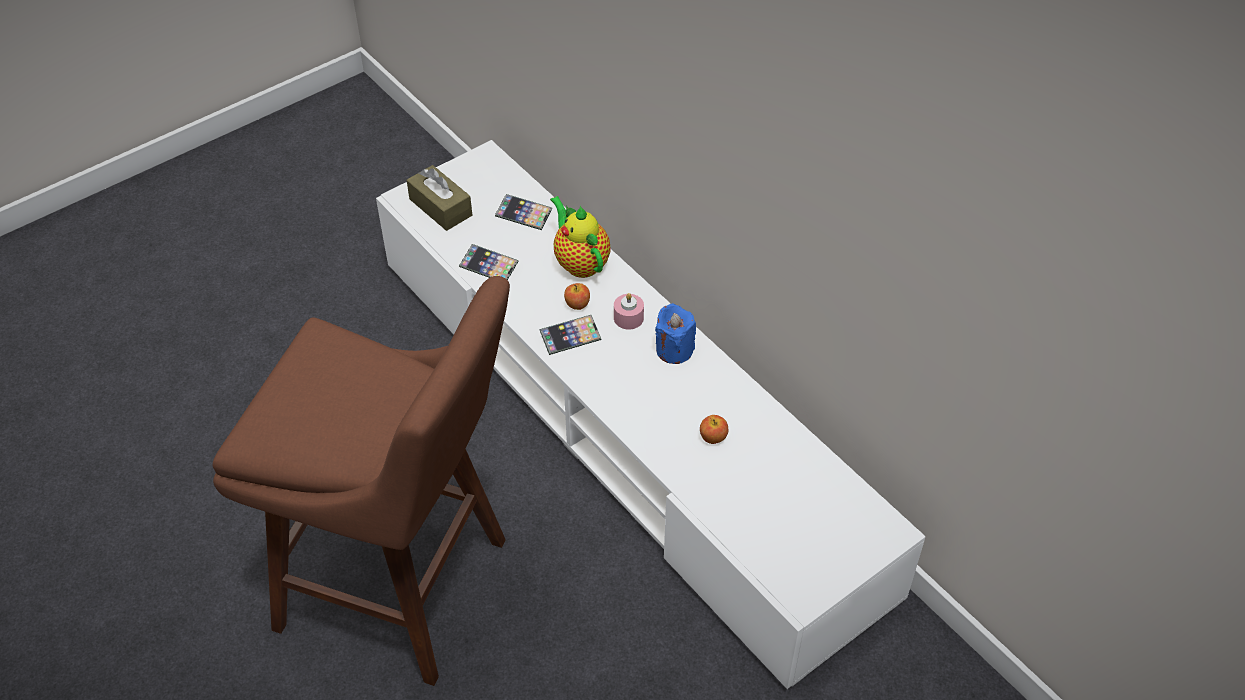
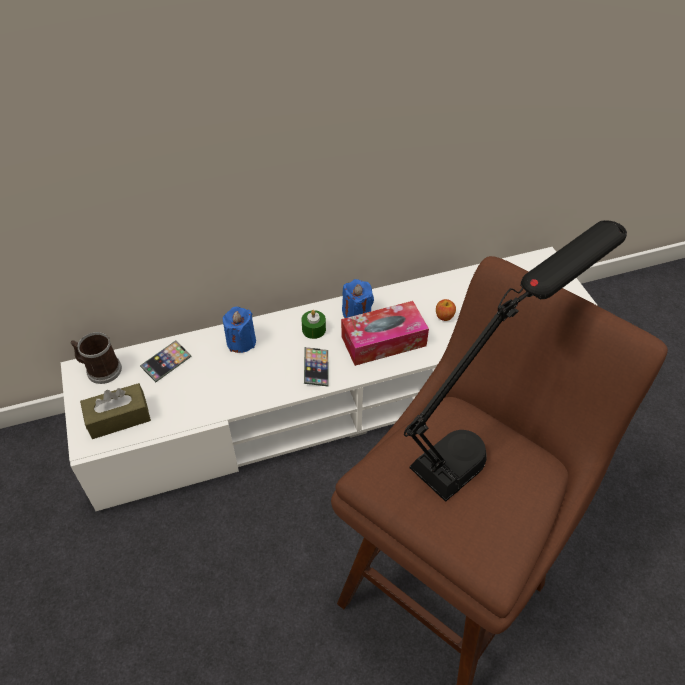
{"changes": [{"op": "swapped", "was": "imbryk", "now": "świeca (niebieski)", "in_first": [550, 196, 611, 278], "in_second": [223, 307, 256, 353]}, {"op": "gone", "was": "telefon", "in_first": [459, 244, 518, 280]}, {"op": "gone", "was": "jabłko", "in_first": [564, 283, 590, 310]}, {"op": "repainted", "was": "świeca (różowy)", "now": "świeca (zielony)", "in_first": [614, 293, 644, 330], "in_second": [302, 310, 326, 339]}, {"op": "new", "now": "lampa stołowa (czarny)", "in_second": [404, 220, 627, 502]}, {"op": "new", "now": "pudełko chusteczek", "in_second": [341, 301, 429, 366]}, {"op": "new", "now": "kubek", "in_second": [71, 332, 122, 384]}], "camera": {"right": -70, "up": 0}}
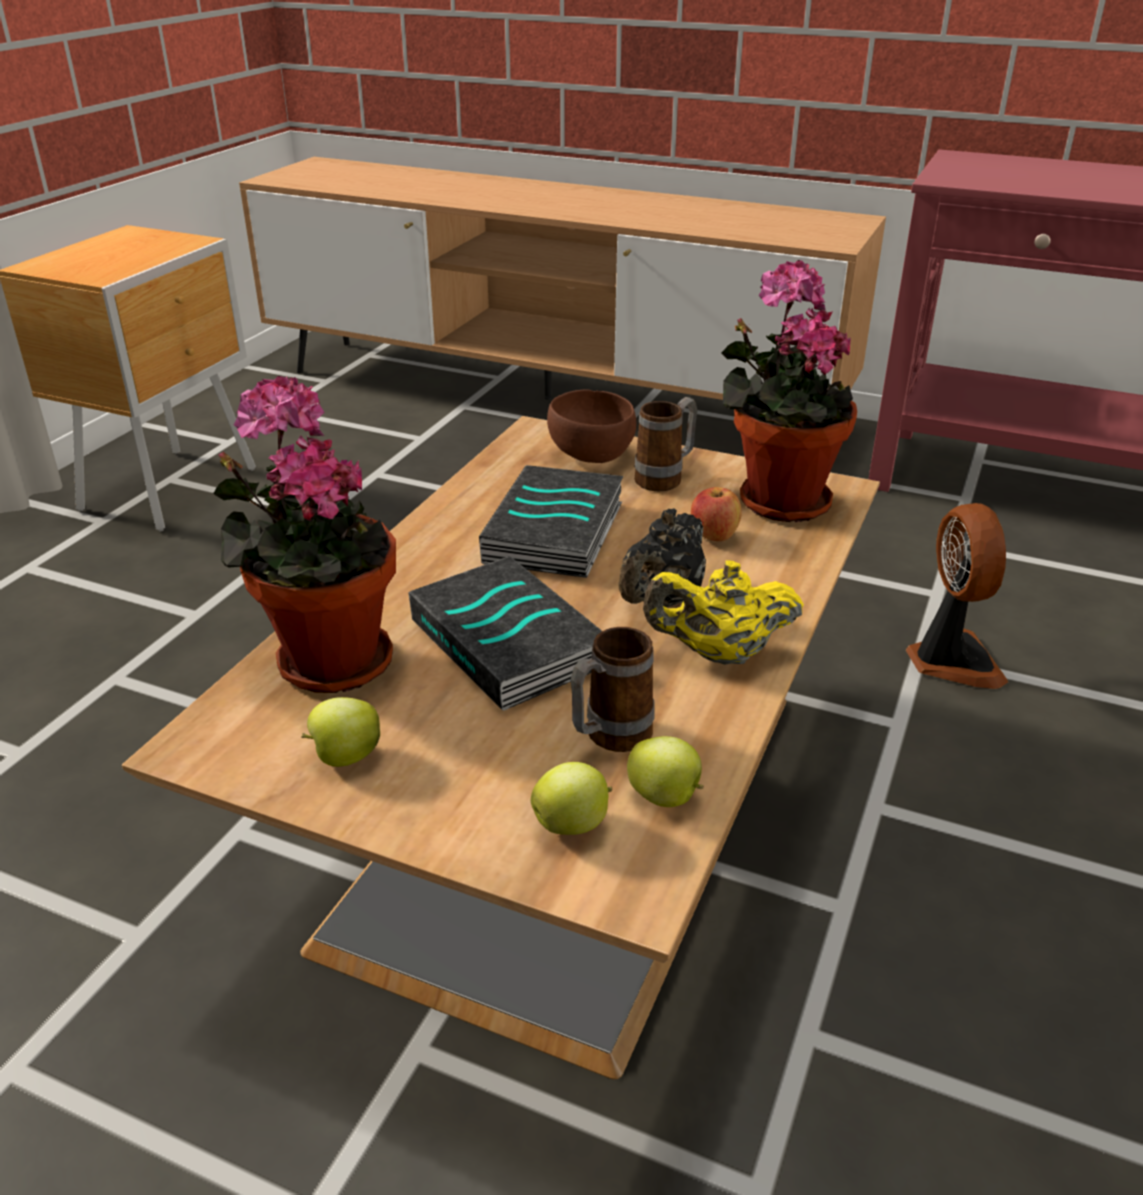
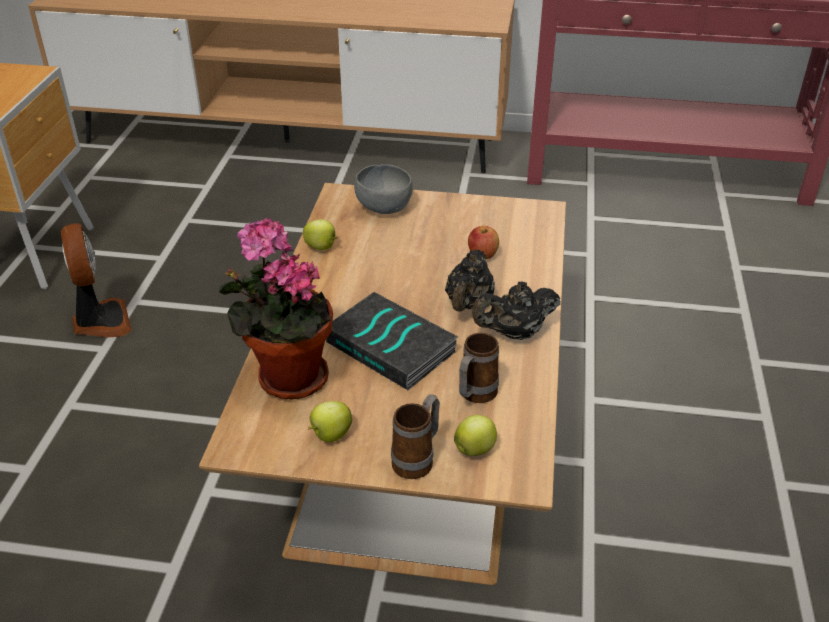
{"changes": [{"op": "gone", "was": "roślina doniczkowa", "in_first": [722, 260, 857, 522]}, {"op": "repainted", "was": "miska (brązowy)", "now": "miska (szary)", "in_first": [547, 389, 636, 463], "in_second": [354, 164, 413, 214]}, {"op": "shifted", "was": "kubek", "in_first": [634, 397, 698, 491], "in_second": [391, 394, 440, 479]}, {"op": "gone", "was": "książka", "in_first": [479, 465, 623, 578]}, {"op": "shifted", "was": "wentylator", "in_first": [906, 503, 1008, 689], "in_second": [61, 223, 132, 337]}, {"op": "repainted", "was": "imbryk (żółty)", "now": "imbryk (czarny)", "in_first": [643, 561, 804, 665], "in_second": [472, 281, 561, 340]}, {"op": "shifted", "was": "jabłko", "in_first": [627, 736, 704, 807], "in_second": [303, 219, 337, 250]}], "camera": {"right": -15, "up": 5}}
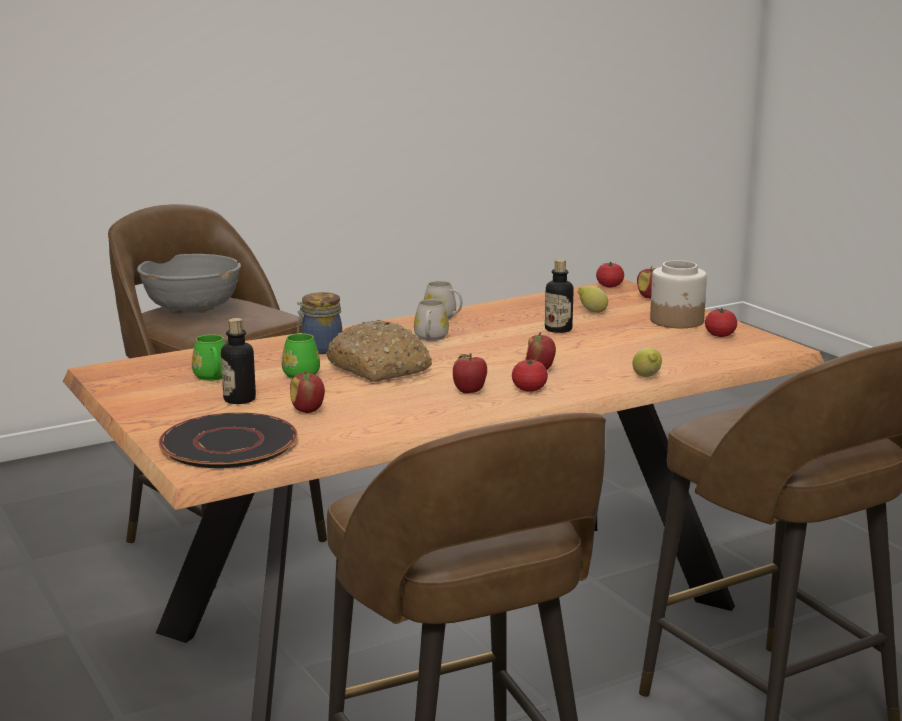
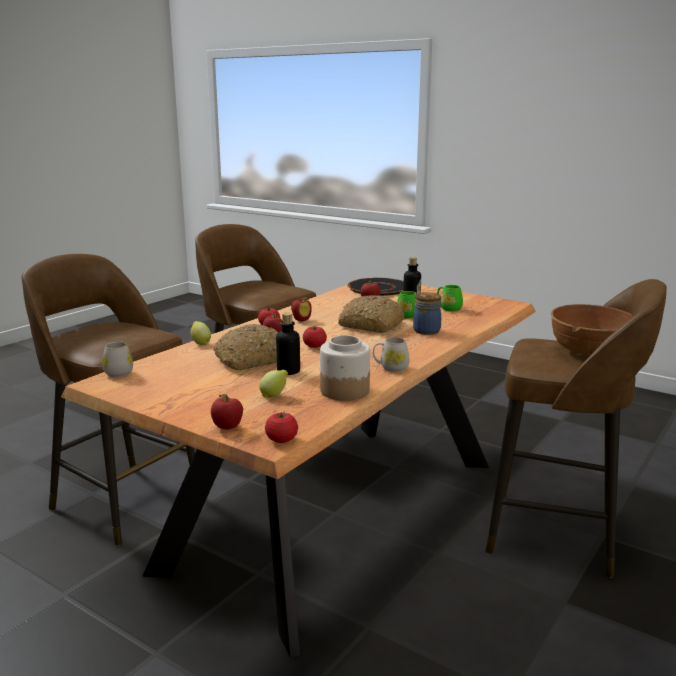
{"changes": [{"op": "repainted", "was": "miska (szary)", "now": "miska (brązowy)", "in_first": [137, 254, 241, 314], "in_second": [551, 304, 632, 355]}, {"op": "shifted", "was": "słoik", "in_first": [650, 260, 707, 328], "in_second": [320, 335, 370, 401]}, {"op": "shifted", "was": "kubek (biały)", "in_first": [414, 299, 449, 341], "in_second": [102, 342, 133, 378]}, {"op": "shifted", "was": "pomidor", "in_first": [705, 308, 737, 337], "in_second": [303, 326, 327, 348]}, {"op": "new", "now": "chleb", "in_second": [214, 324, 278, 370]}], "camera": {"right": 155, "up": 0}}
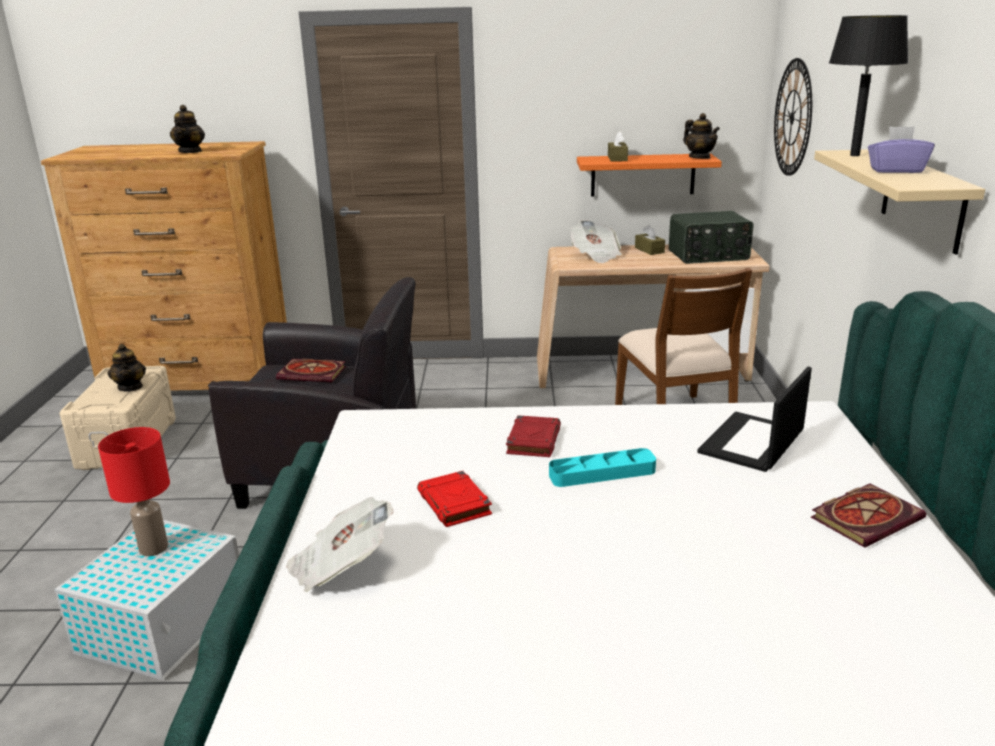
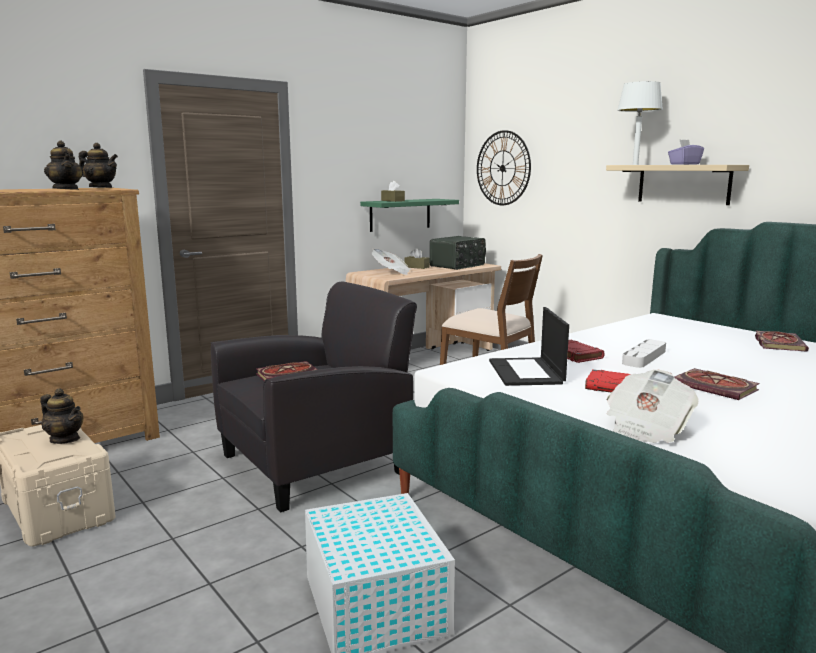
{"changes": [{"op": "repainted", "was": "lampa stołowa (czarny)", "now": "lampa stołowa (biały)", "in_first": [829, 15, 909, 156], "in_second": [617, 81, 663, 165]}, {"op": "shifted", "was": "imbryk", "in_first": [683, 113, 720, 159], "in_second": [79, 143, 118, 188]}, {"op": "repainted", "was": "półka (pomarańczowy)", "now": "półka (zielony)", "in_first": [577, 153, 722, 197], "in_second": [360, 199, 459, 232]}, {"op": "shifted", "was": "laptop", "in_first": [697, 367, 812, 472], "in_second": [489, 307, 569, 386]}, {"op": "gone", "was": "lampa stołowa (czerwony)", "in_first": [98, 427, 170, 556]}, {"op": "repainted", "was": "taca (turkusowy)", "now": "taca (szary)", "in_first": [549, 448, 656, 487], "in_second": [622, 339, 666, 368]}, {"op": "new", "now": "książka", "in_second": [675, 368, 760, 400]}], "camera": {"right": -40, "up": -10}}
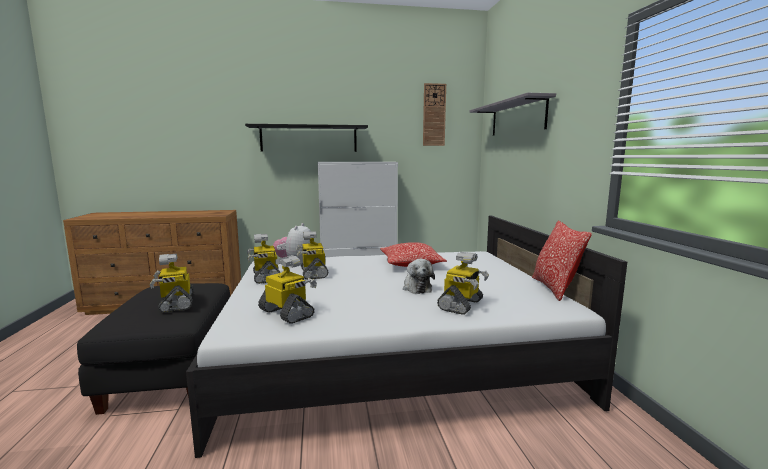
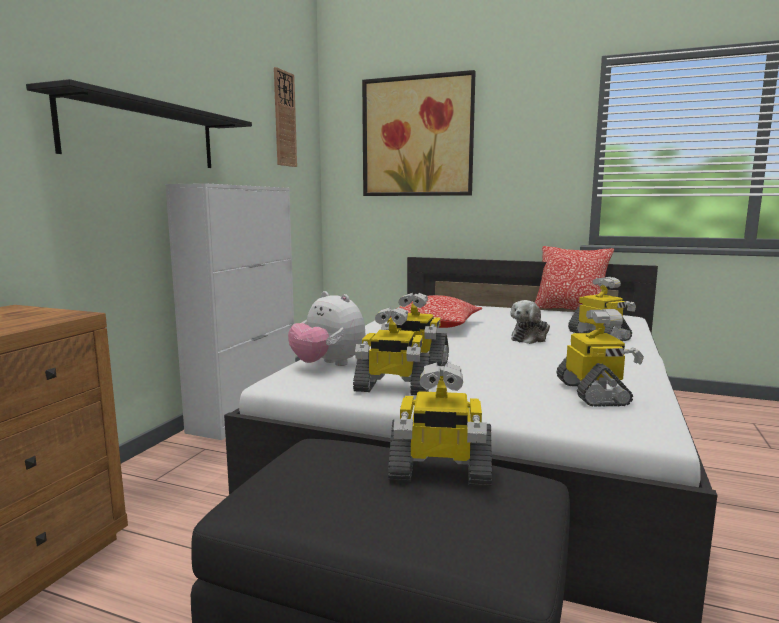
{"changes": [{"op": "swapped", "was": "półka (szary)", "now": "obraz", "in_first": [469, 93, 556, 136], "in_second": [362, 70, 476, 196]}, {"op": "rotated", "was": "robot zabawkowy", "in_first": [258, 255, 317, 324], "in_second": [556, 309, 644, 406], "clockwise": 105}, {"op": "rotated", "was": "pluszak", "in_first": [403, 259, 435, 294], "in_second": [510, 300, 550, 344], "clockwise": 120}], "camera": {"right": -60, "up": 0}}
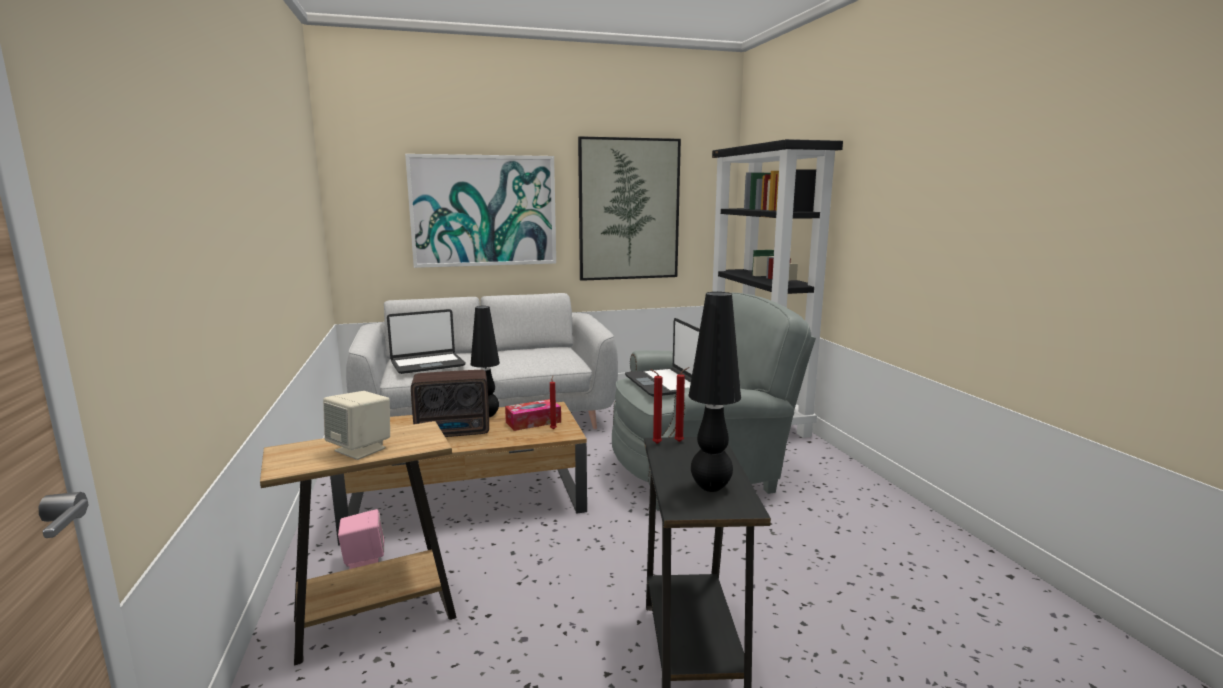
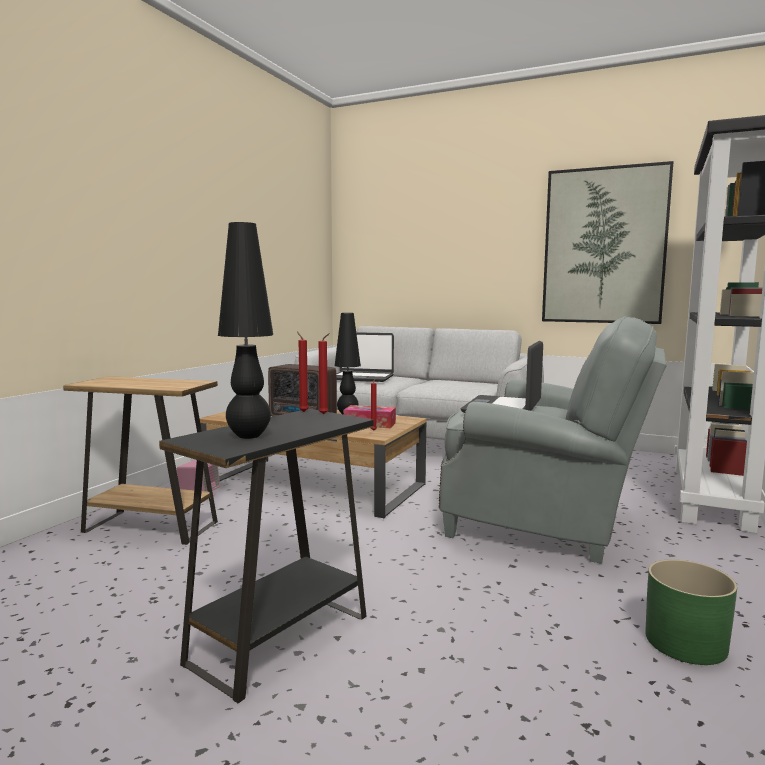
{"changes": [{"op": "gone", "was": "obraz", "in_first": [405, 154, 556, 268]}, {"op": "gone", "was": "głośnik (beżowy)", "in_first": [323, 391, 390, 460]}, {"op": "new", "now": "donica (zielony)", "in_second": [645, 559, 737, 665]}], "camera": {"right": 40, "up": -5}}
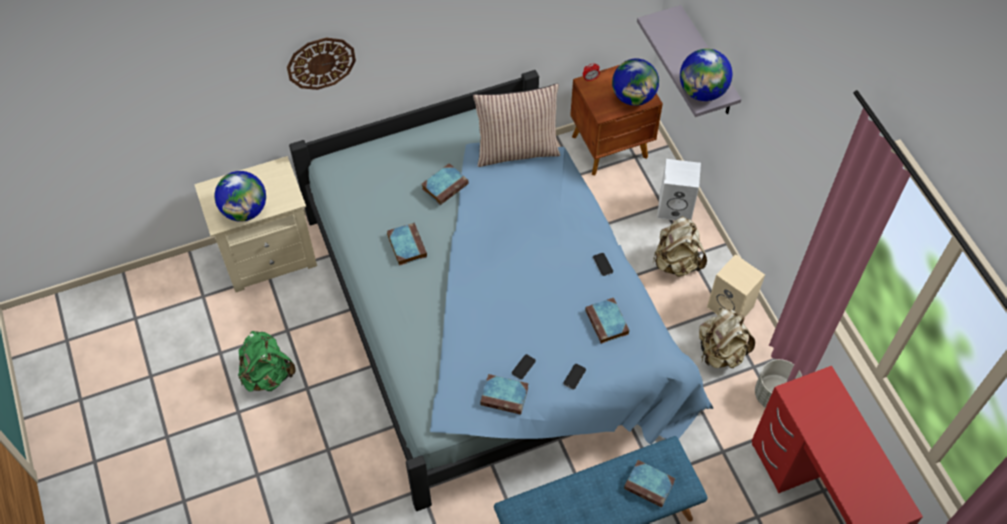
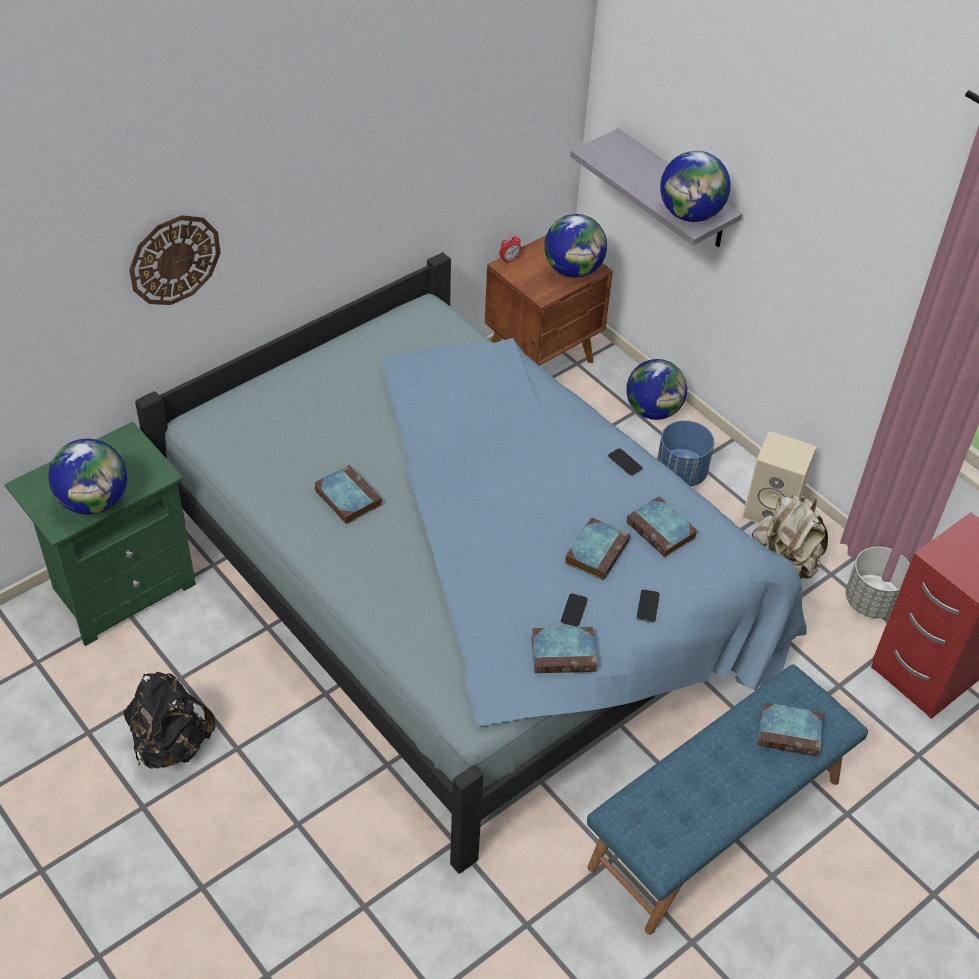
{"changes": [{"op": "gone", "was": "poduszka", "in_first": [473, 84, 560, 167]}, {"op": "repainted", "was": "szafka nocna (beżowy)", "now": "szafka nocna (zielony)", "in_first": [194, 156, 317, 292], "in_second": [4, 422, 196, 646]}, {"op": "swapped", "was": "głośnik (biały)", "now": "globus", "in_first": [657, 159, 701, 221], "in_second": [626, 359, 687, 420]}, {"op": "shifted", "was": "książka", "in_first": [422, 163, 468, 205], "in_second": [565, 517, 630, 580]}, {"op": "swapped", "was": "plecak (beżowy)", "now": "donica (niebieski)", "in_first": [653, 216, 707, 277], "in_second": [657, 420, 714, 487]}, {"op": "repainted", "was": "plecak (zielony)", "now": "plecak (czarny)", "in_first": [238, 331, 295, 392], "in_second": [124, 672, 216, 769]}], "camera": {"right": -20, "up": -10}}
